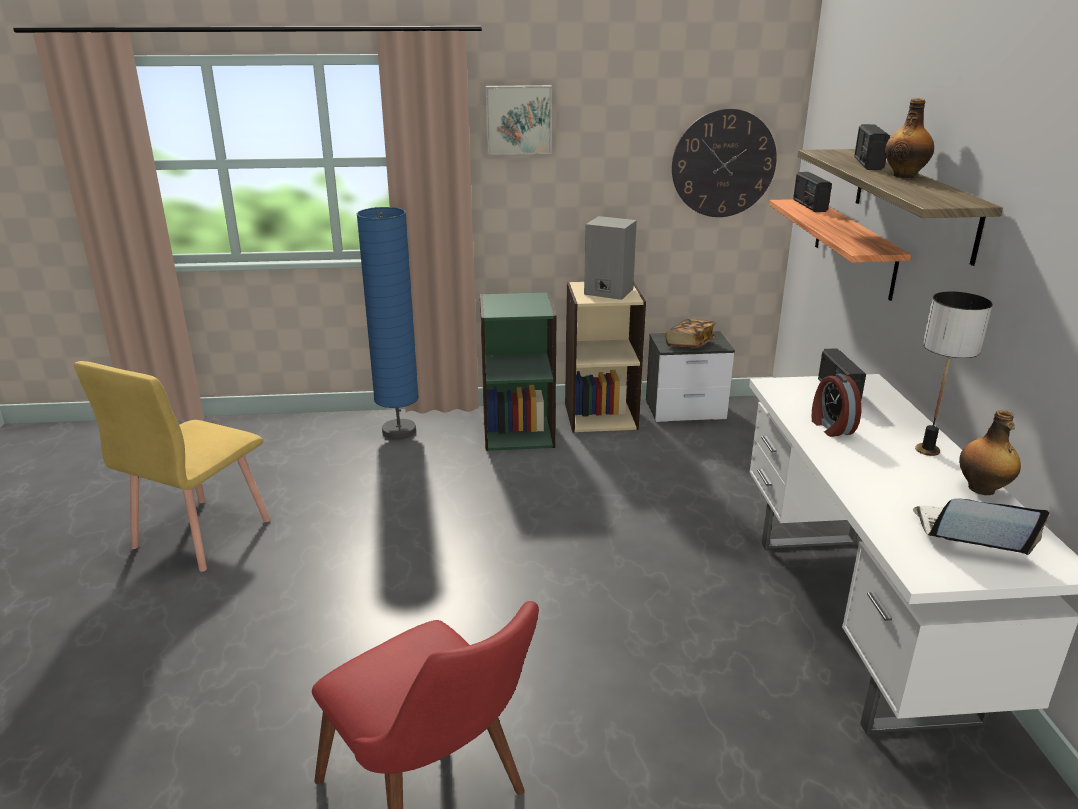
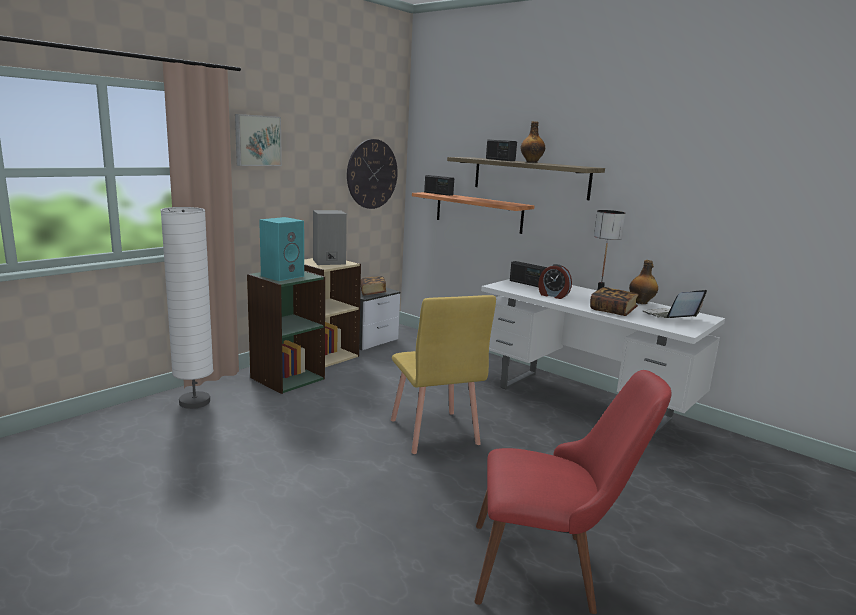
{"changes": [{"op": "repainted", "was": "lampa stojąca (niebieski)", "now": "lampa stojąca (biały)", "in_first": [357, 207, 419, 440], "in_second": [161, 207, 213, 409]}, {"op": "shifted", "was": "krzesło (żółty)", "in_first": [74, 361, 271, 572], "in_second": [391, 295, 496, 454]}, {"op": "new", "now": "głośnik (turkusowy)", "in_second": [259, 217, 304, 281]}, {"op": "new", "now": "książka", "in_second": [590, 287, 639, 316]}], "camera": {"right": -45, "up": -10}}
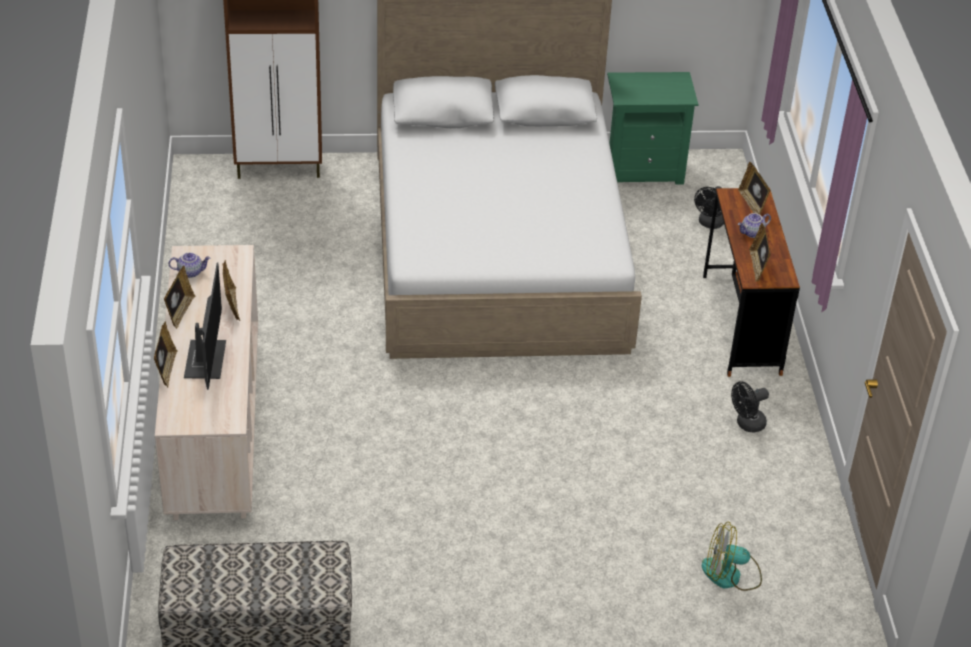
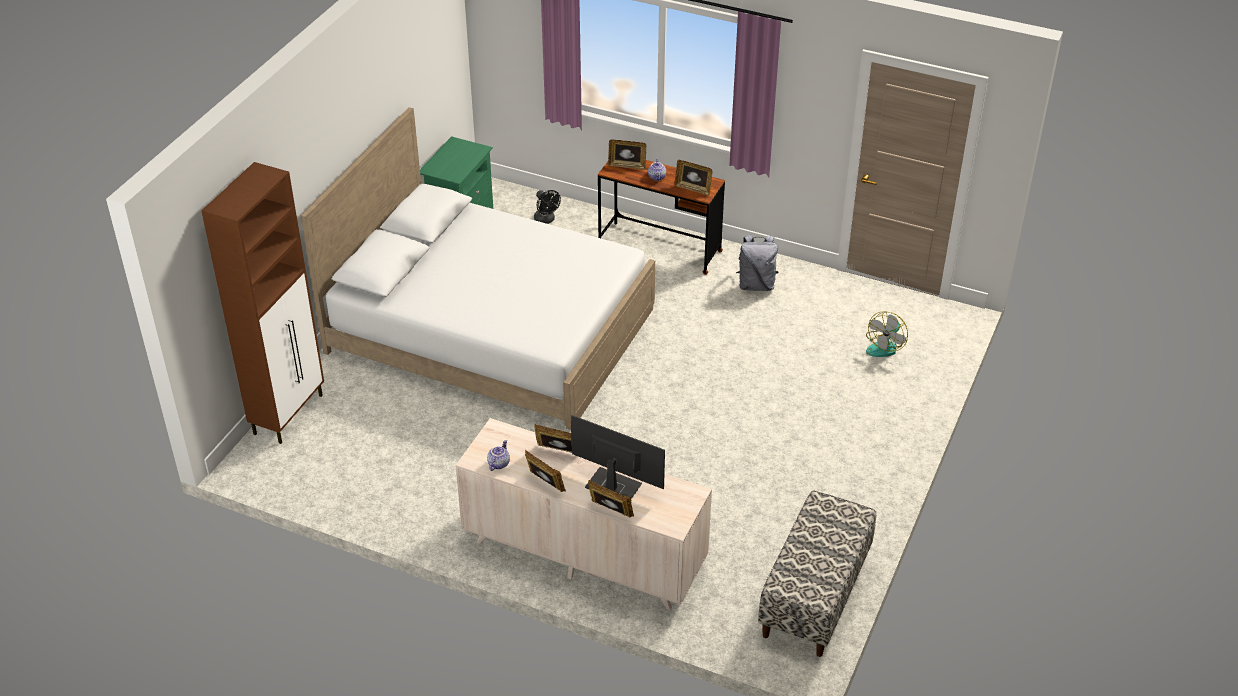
{"changes": [{"op": "swapped", "was": "wentylator (czarny)", "now": "plecak (szary)", "in_first": [731, 381, 769, 433], "in_second": [736, 235, 778, 291]}], "camera": {"right": -60, "up": 0}}
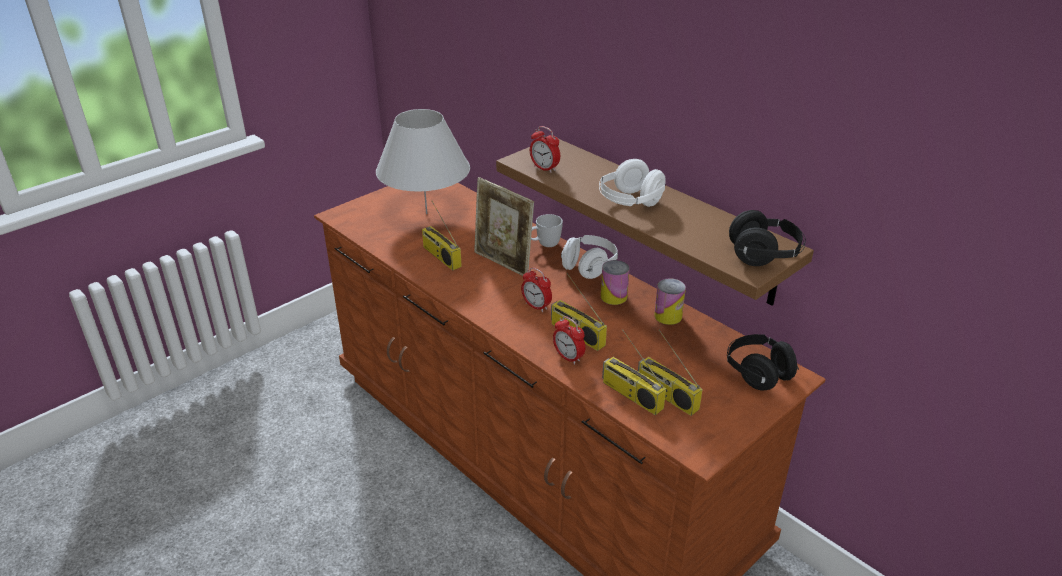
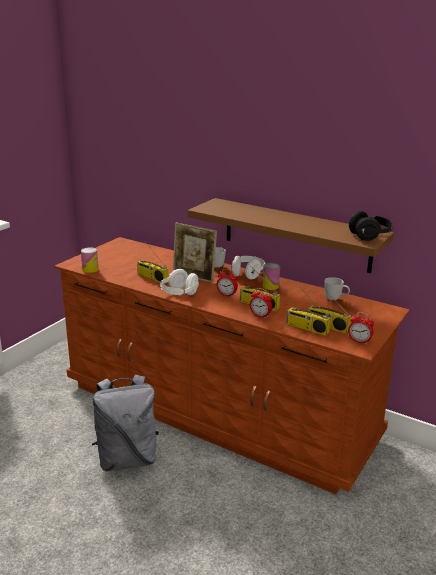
{"changes": [{"op": "gone", "was": "lampa stołowa (biały)", "in_first": [376, 109, 470, 214]}, {"op": "shifted", "was": "budzik", "in_first": [530, 126, 560, 173], "in_second": [348, 312, 374, 345]}, {"op": "shifted", "was": "słuchawki (biały)", "in_first": [599, 159, 666, 207], "in_second": [160, 269, 199, 295]}, {"op": "shifted", "was": "puszka", "in_first": [654, 278, 686, 325], "in_second": [81, 247, 98, 273]}, {"op": "gone", "was": "słuchawki (czarny)", "in_first": [727, 334, 799, 390]}, {"op": "new", "now": "kubek (biały)", "in_second": [324, 277, 350, 300]}, {"op": "new", "now": "plecak (szary)", "in_second": [92, 374, 159, 471]}], "camera": {"right": -15, "up": -10}}
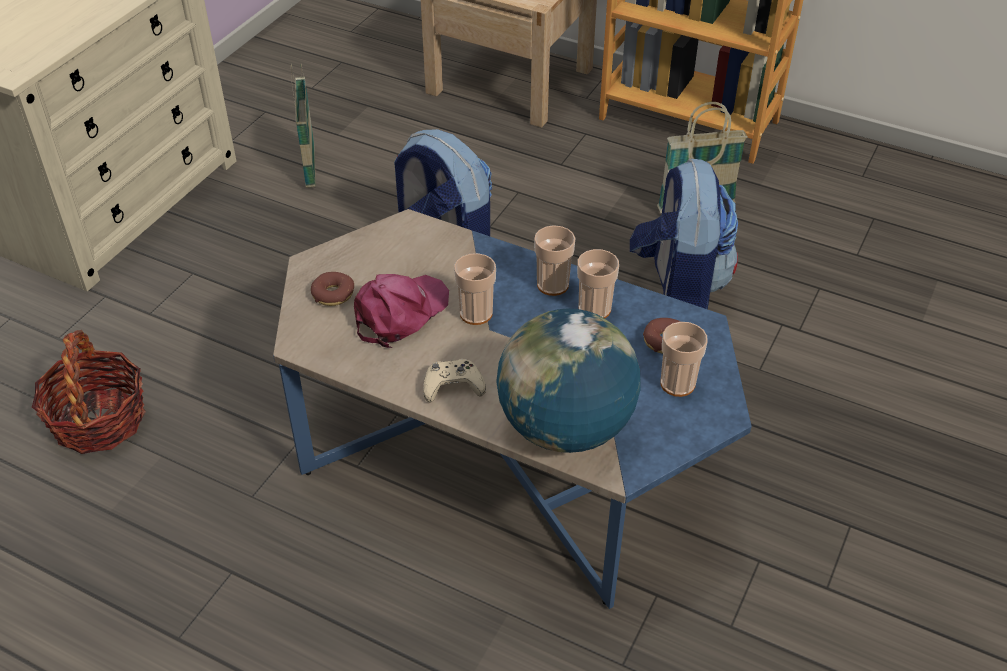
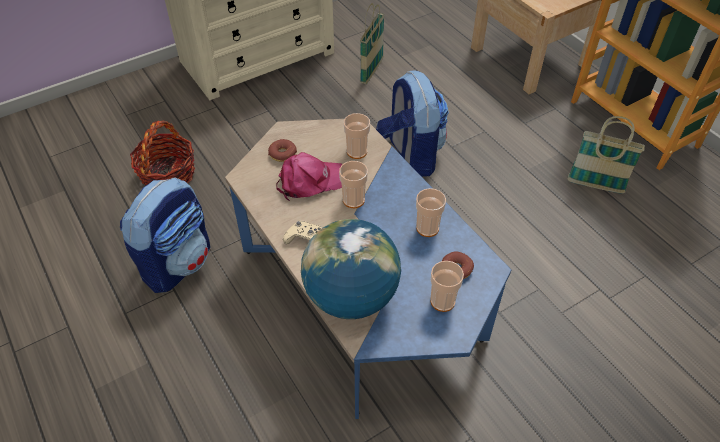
{"changes": [{"op": "shifted", "was": "plecak", "in_first": [630, 158, 738, 309], "in_second": [120, 177, 210, 293]}, {"op": "shifted", "was": "filiżanka", "in_first": [534, 225, 576, 296], "in_second": [344, 113, 370, 159]}], "camera": {"right": 30, "up": 5}}
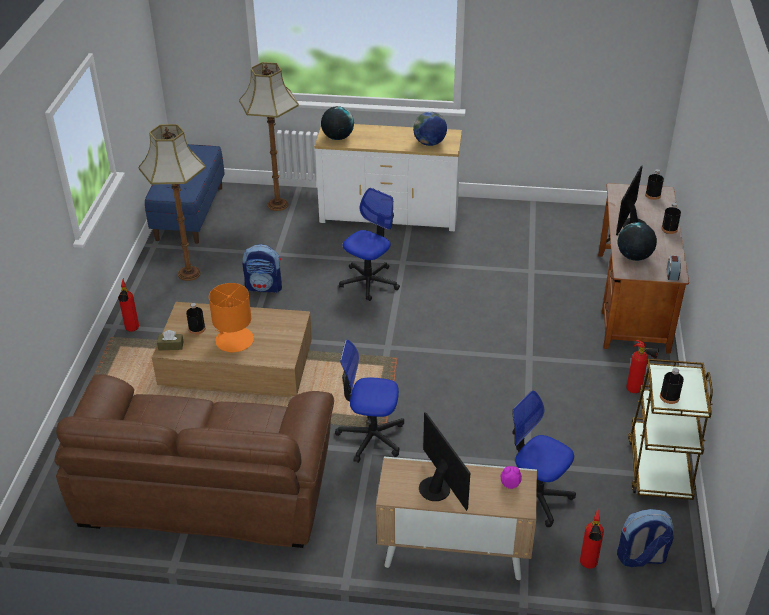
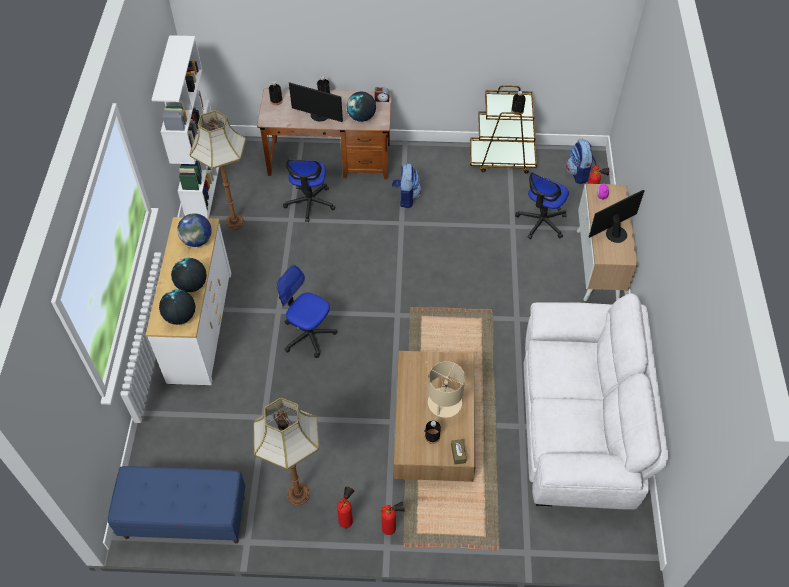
{"changes": [{"op": "shifted", "was": "lampa stojąca", "in_first": [239, 62, 299, 211], "in_second": [190, 110, 246, 230]}, {"op": "shifted", "was": "plecak", "in_first": [243, 244, 282, 293], "in_second": [392, 163, 421, 208]}, {"op": "repainted", "was": "lampa stołowa (pomarańczowy)", "now": "lampa stołowa (beżowy)", "in_first": [209, 283, 254, 353], "in_second": [428, 361, 465, 419]}, {"op": "shifted", "was": "krzesło biurowe", "in_first": [335, 340, 404, 463], "in_second": [283, 159, 336, 222]}, {"op": "shifted", "was": "gaśnica", "in_first": [626, 340, 659, 393], "in_second": [337, 486, 354, 528]}, {"op": "repainted", "was": "kanapa (brązowy)", "now": "kanapa (biały)", "in_first": [55, 374, 334, 548], "in_second": [523, 294, 668, 510]}, {"op": "new", "now": "regał (biały)", "in_second": [151, 35, 219, 218]}, {"op": "new", "now": "globus", "in_second": [171, 258, 207, 292]}], "camera": {"right": -95, "up": 15}}
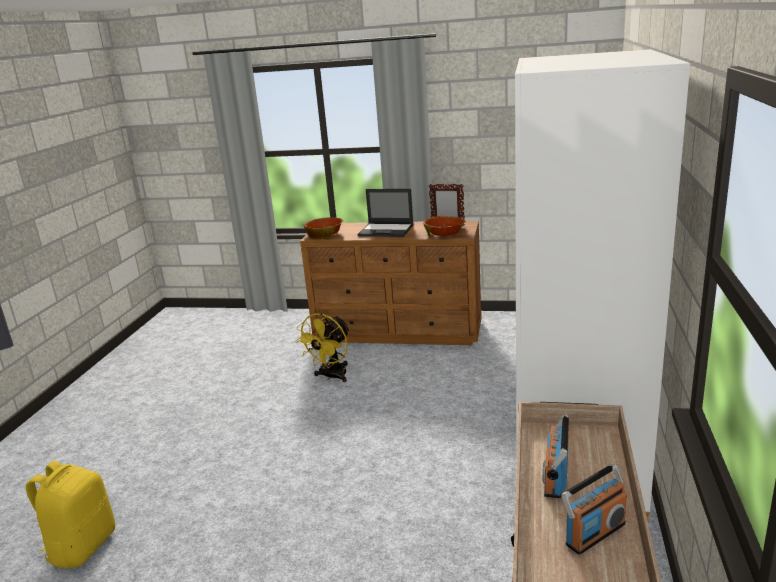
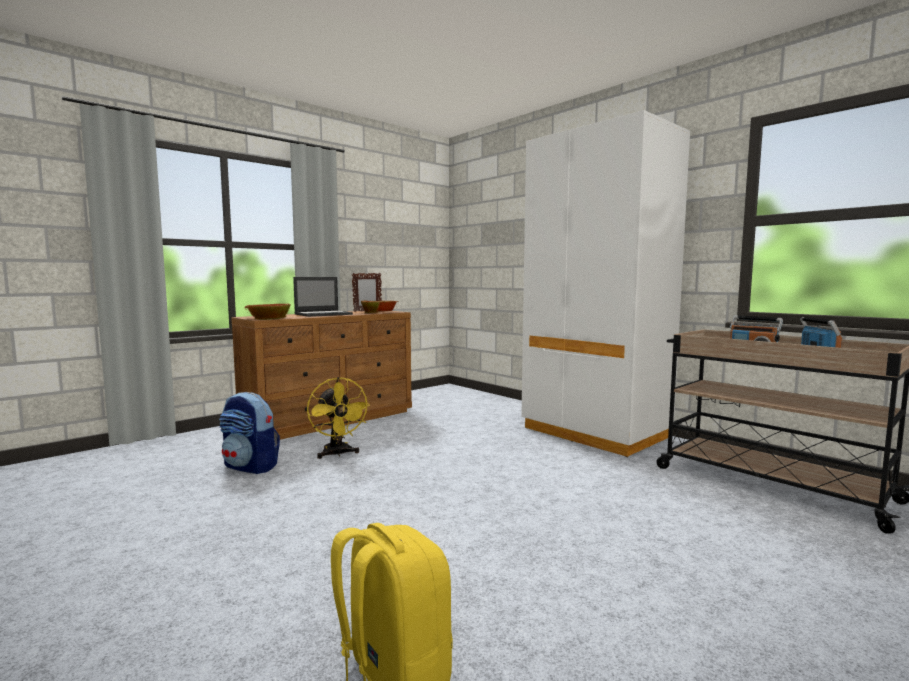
{"changes": [{"op": "new", "now": "plecak", "in_second": [219, 392, 280, 474]}], "camera": {"right": -55, "up": -15}}
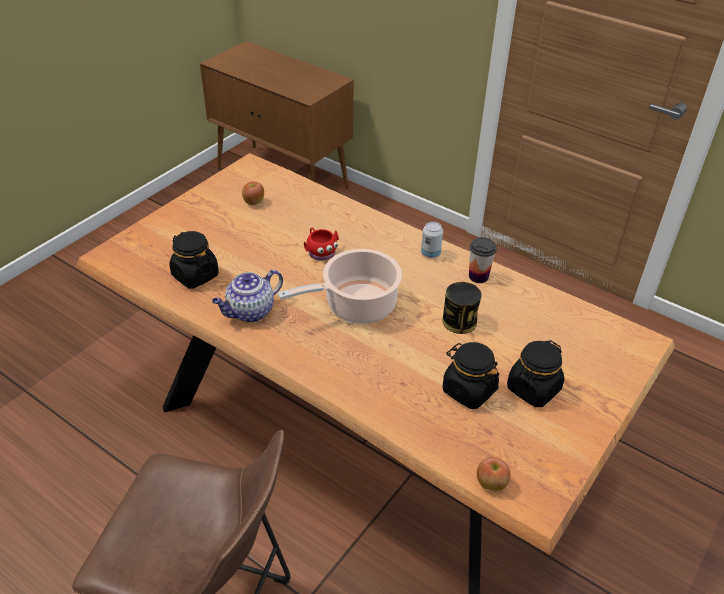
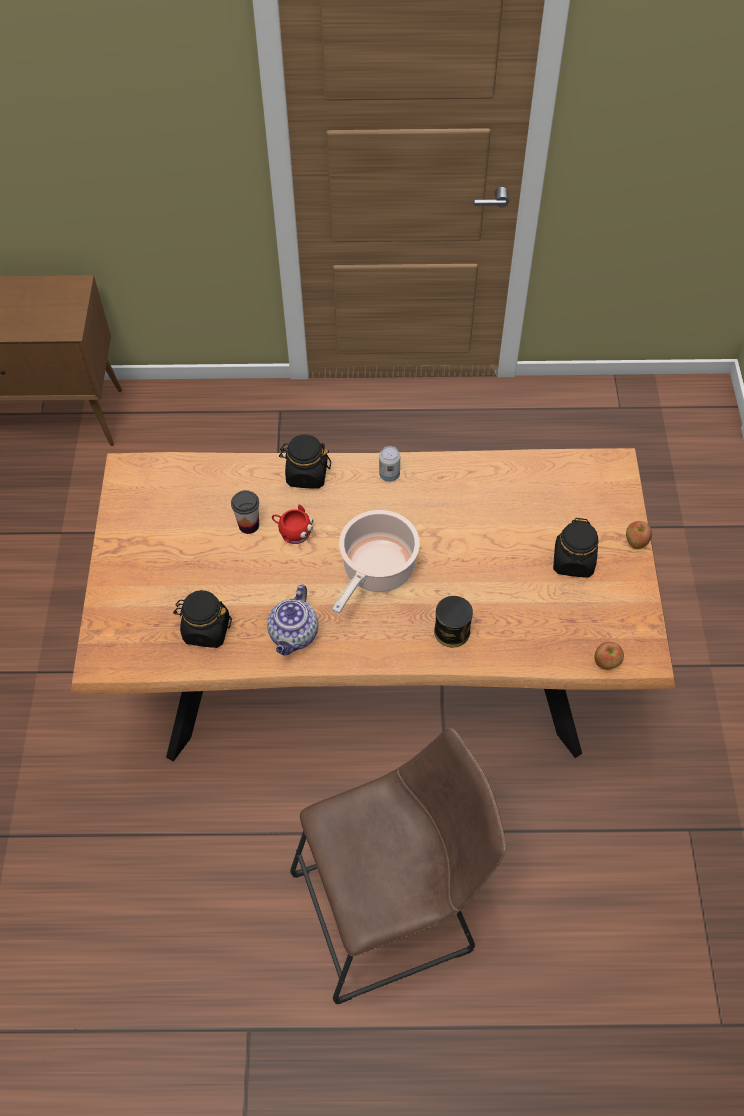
{"changes": [{"op": "shifted", "was": "jabłko", "in_first": [242, 182, 264, 205], "in_second": [626, 521, 652, 549]}, {"op": "shifted", "was": "filiżanka", "in_first": [469, 237, 497, 283], "in_second": [231, 490, 259, 534]}, {"op": "shifted", "was": "puszka", "in_first": [442, 282, 482, 334], "in_second": [434, 596, 473, 648]}, {"op": "shifted", "was": "słoik (czarny)", "in_first": [443, 342, 499, 409], "in_second": [279, 434, 331, 489]}], "camera": {"right": -35, "up": 15}}
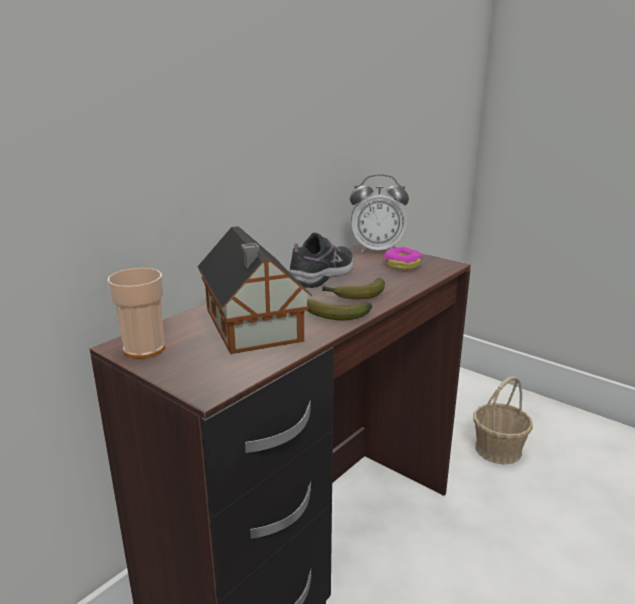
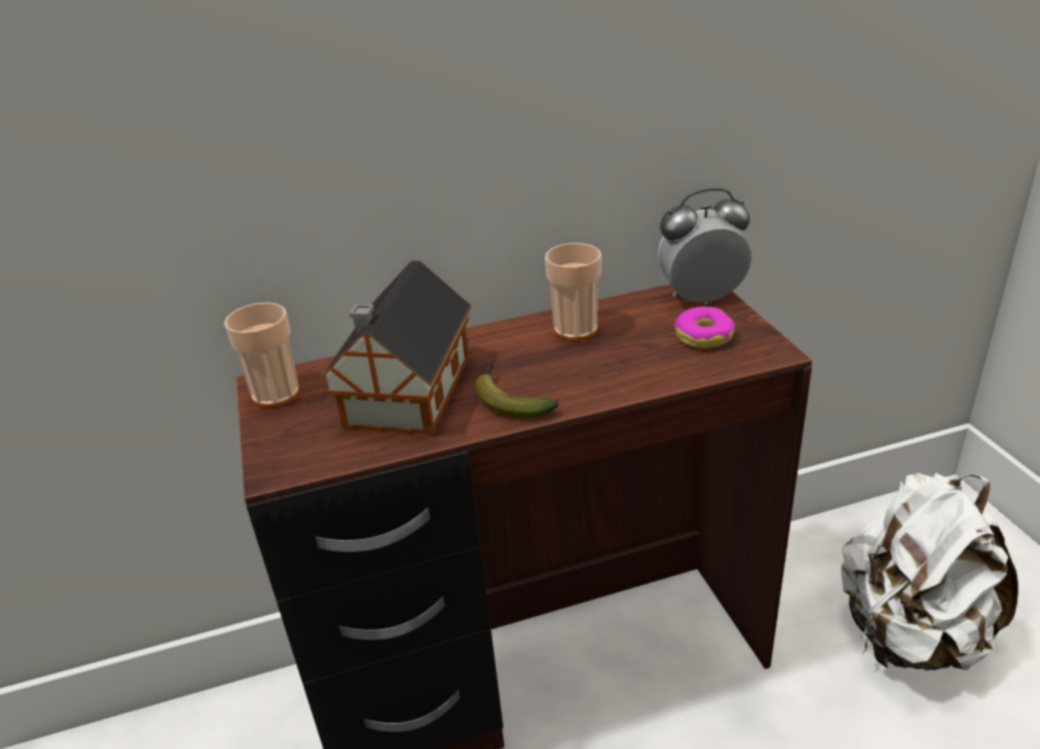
{"changes": [{"op": "rotated", "was": "budzik", "in_first": [350, 174, 409, 253], "in_second": [658, 188, 751, 305], "clockwise": 135}, {"op": "swapped", "was": "but", "now": "filiżanka", "in_first": [289, 232, 354, 288], "in_second": [545, 243, 602, 341]}, {"op": "gone", "was": "banan", "in_first": [322, 278, 385, 299]}, {"op": "swapped", "was": "koszyk", "now": "plecak (biały)", "in_first": [473, 376, 533, 464], "in_second": [841, 473, 1018, 670]}], "camera": {"right": 35, "up": 10}}
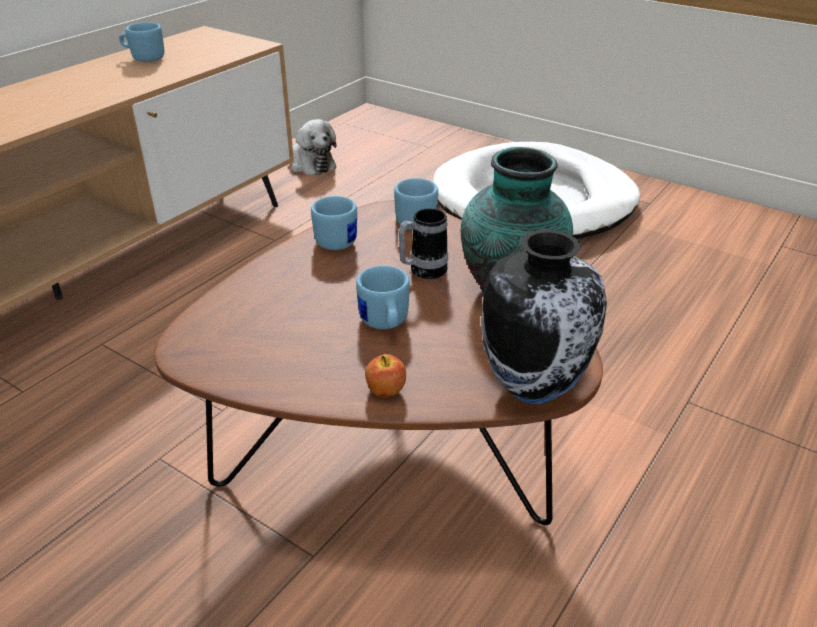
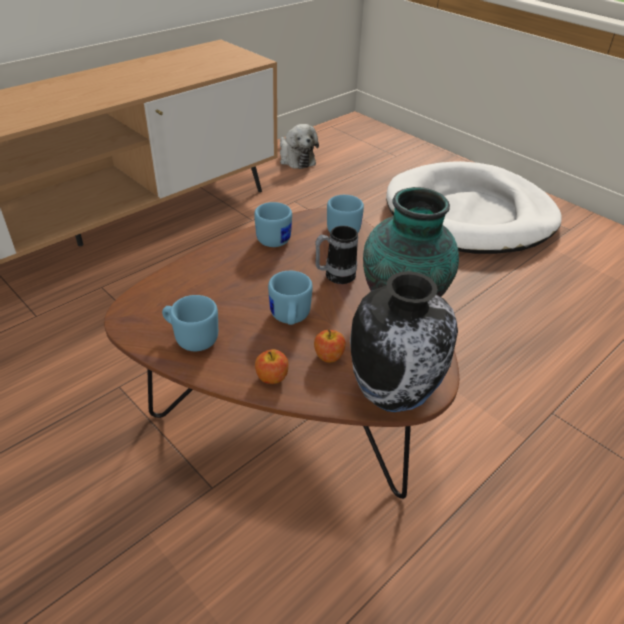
{"changes": [{"op": "shifted", "was": "kubek (niebieski)", "in_first": [119, 22, 164, 62], "in_second": [162, 295, 218, 351]}, {"op": "new", "now": "jabłko", "in_second": [314, 329, 346, 363]}], "camera": {"right": 10, "up": 5}}
